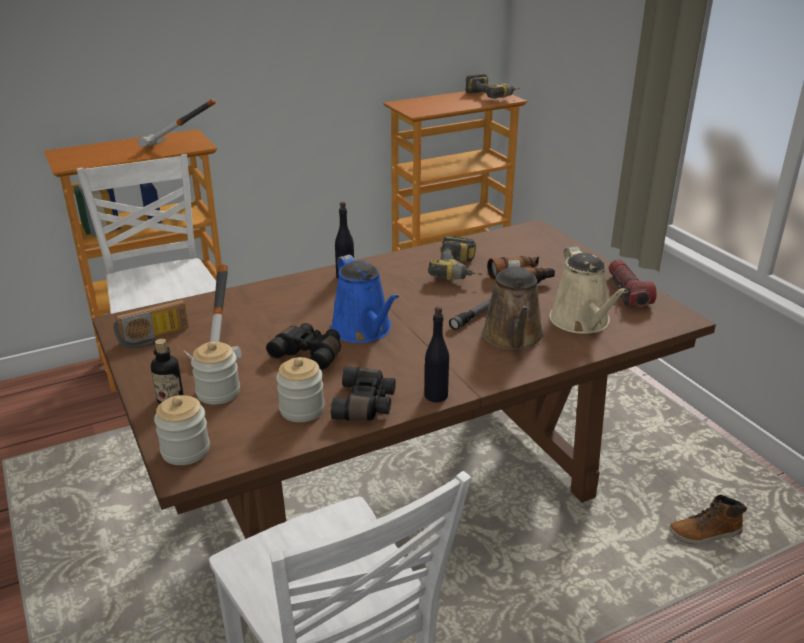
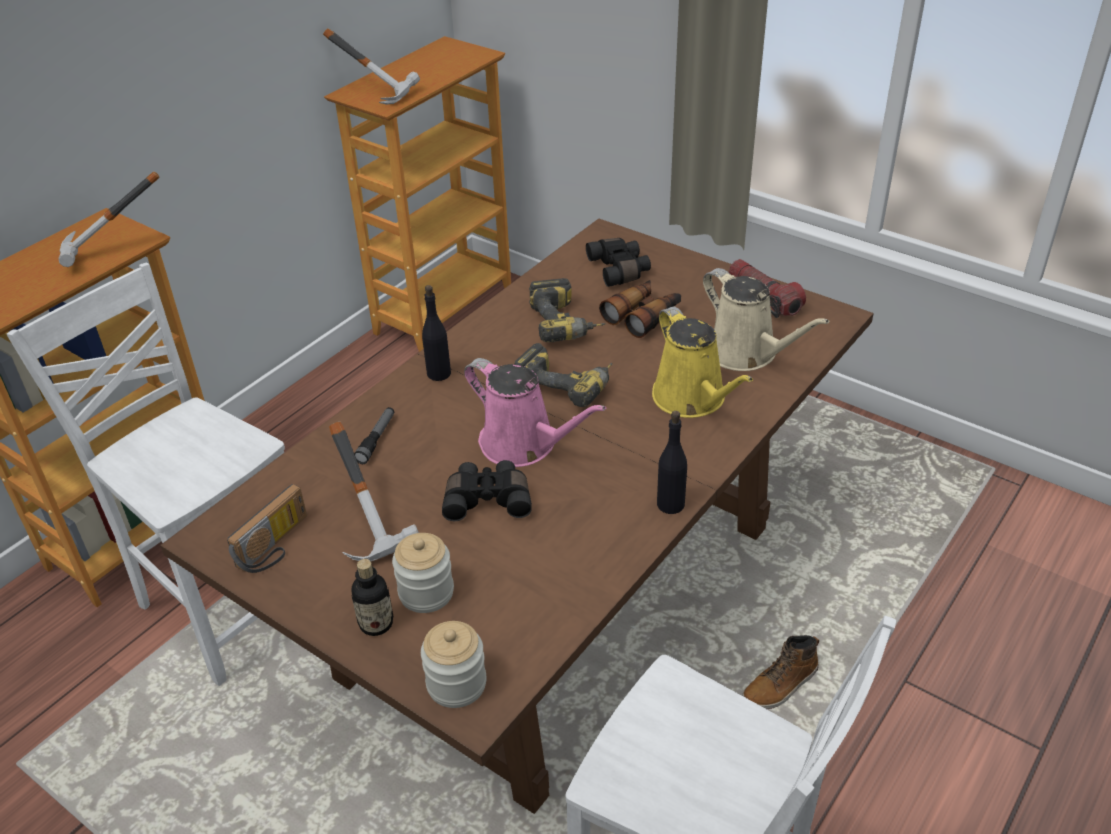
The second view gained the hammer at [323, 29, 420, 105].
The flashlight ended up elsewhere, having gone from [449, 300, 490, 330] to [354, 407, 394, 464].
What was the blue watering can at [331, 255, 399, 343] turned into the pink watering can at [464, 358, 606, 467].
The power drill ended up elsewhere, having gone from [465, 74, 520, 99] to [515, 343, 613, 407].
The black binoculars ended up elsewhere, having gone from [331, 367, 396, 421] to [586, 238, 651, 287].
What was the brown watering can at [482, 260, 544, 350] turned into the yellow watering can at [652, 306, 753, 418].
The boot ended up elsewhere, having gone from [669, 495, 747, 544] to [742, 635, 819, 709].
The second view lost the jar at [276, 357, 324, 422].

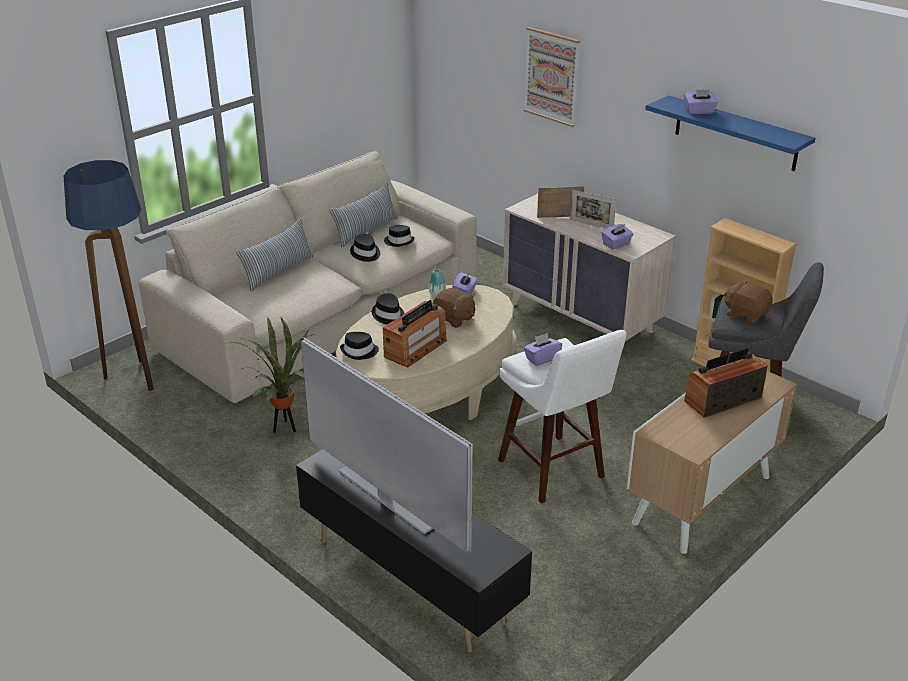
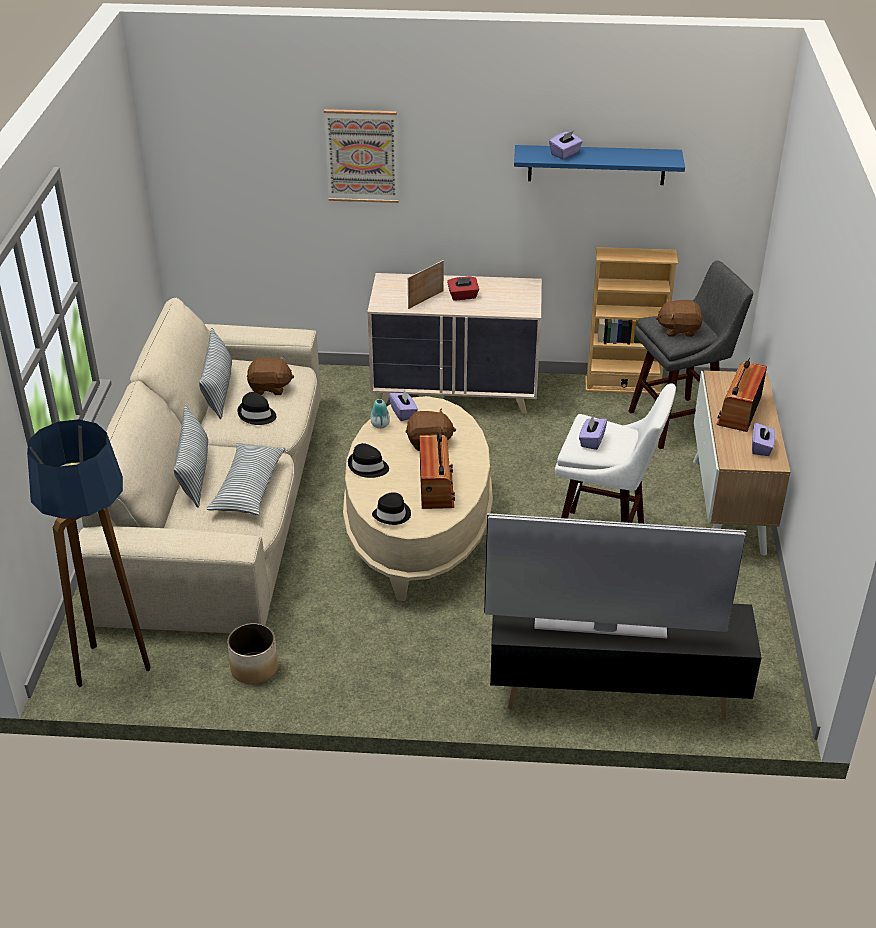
The second view gained the pillow at [207, 443, 286, 515].
The second view gained the planter at [227, 623, 278, 684].
Where the black hat stood at [384, 225, 415, 247], the brown plush toy came to stand at [247, 356, 294, 395].
Where the picture frame stood at [570, 190, 616, 228], the red tissue box came to stand at [447, 277, 479, 300].
The purple tissue box ended up elsewhere, having gone from [602, 224, 633, 249] to [752, 423, 775, 456].
The second view lost the potted plant at [223, 317, 315, 433].

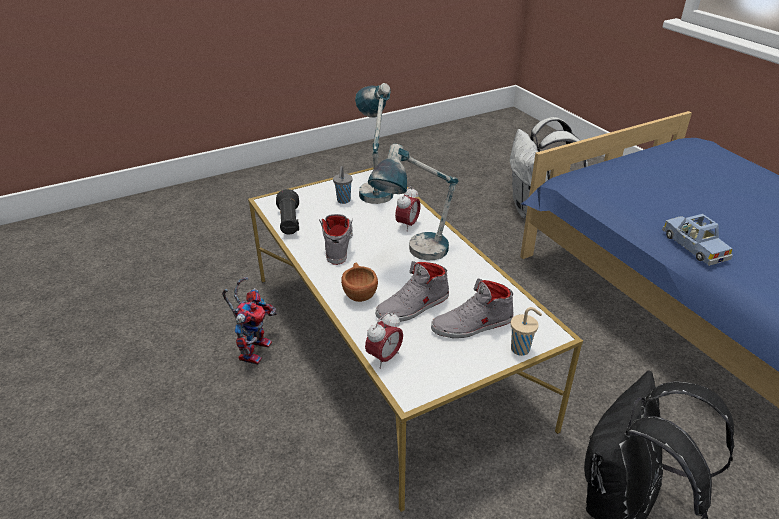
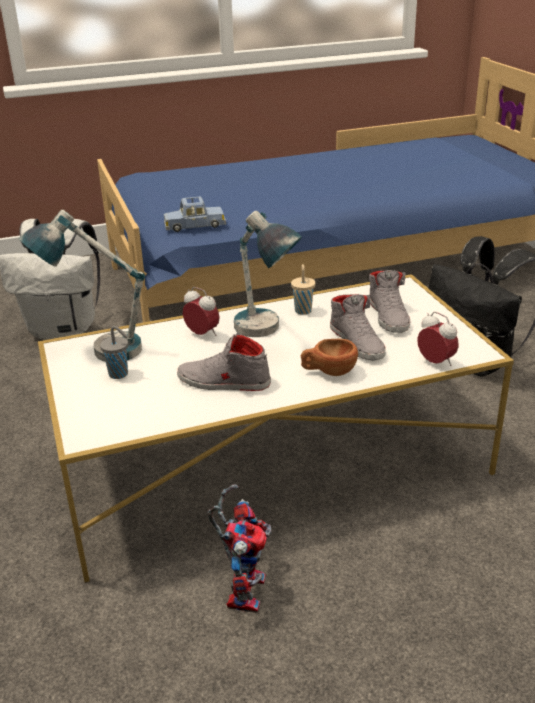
The blue toy car ended up elsewhere, having gone from [662, 214, 733, 266] to [164, 196, 226, 232].
The toy robot at [222, 277, 277, 365] ended up facing another way, 75 degrees clockwise from before.
The beige cup ended up elsewhere, having gone from [511, 307, 542, 356] to [291, 264, 315, 315].
The second view lost the black flashlight at [276, 189, 299, 235].

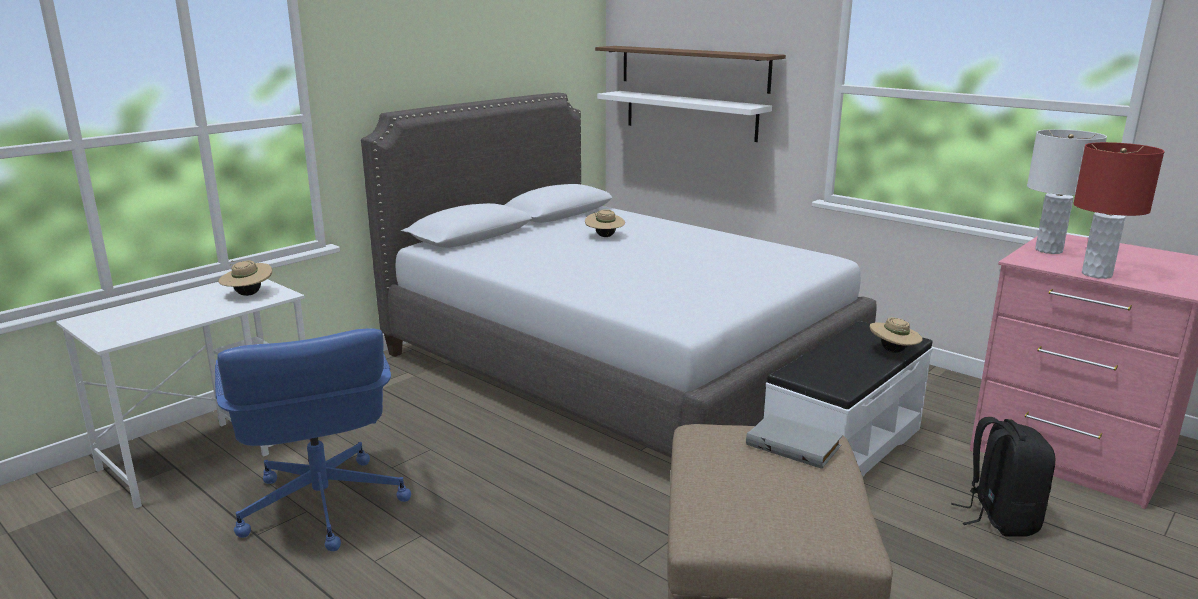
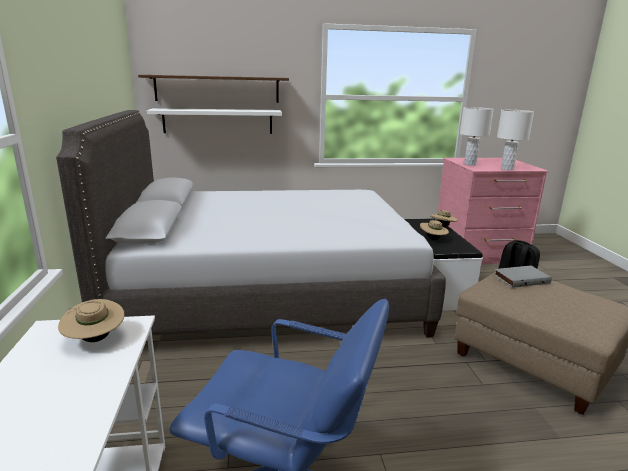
The beige hat ended up elsewhere, having gone from [585, 209, 625, 237] to [420, 220, 449, 240].
What was the red table lamp at [1073, 142, 1164, 279] turned into the white table lamp at [497, 110, 534, 170].

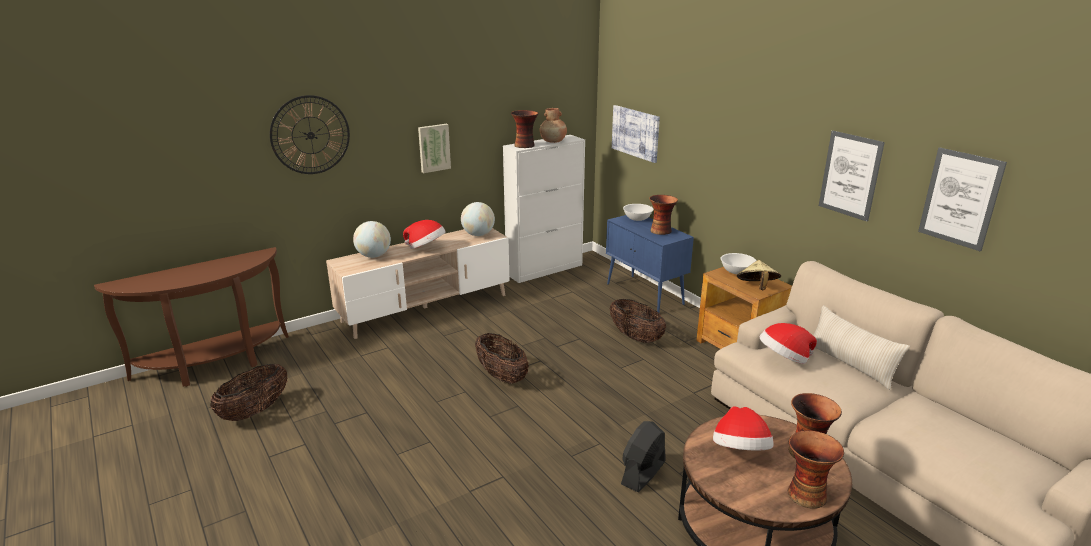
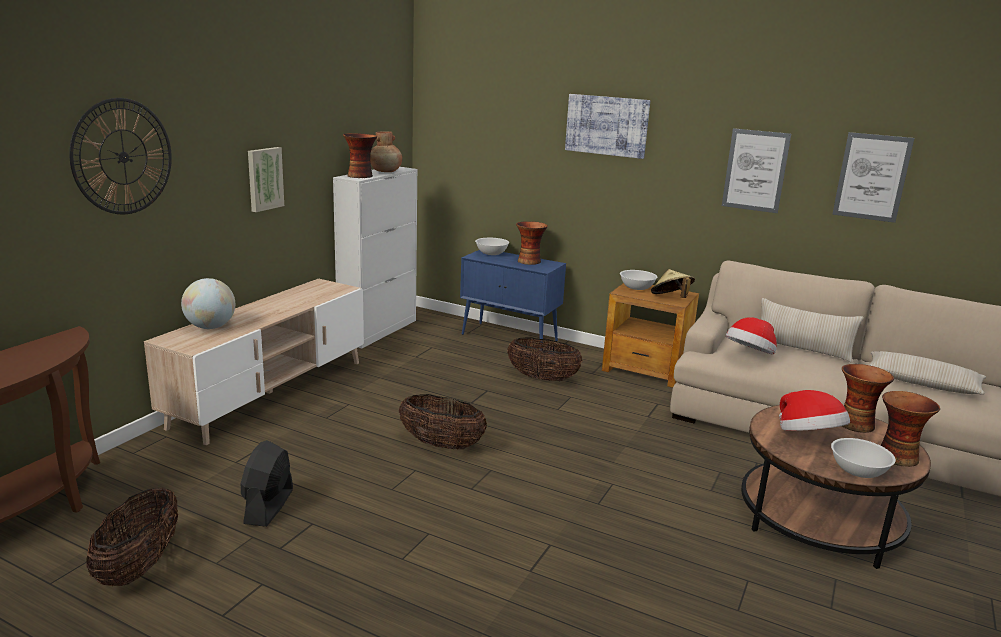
The black fan ended up elsewhere, having gone from [621, 421, 665, 492] to [241, 440, 293, 527].
The picture ended up elsewhere, having gone from [612, 105, 660, 163] to [565, 94, 650, 159].
The second view gained the white bowl at [831, 438, 896, 478].
The second view gained the beige pillow at [869, 351, 986, 395].
The second view lost the hat at [403, 220, 445, 249].
The second view lost the globe at [461, 202, 495, 236].

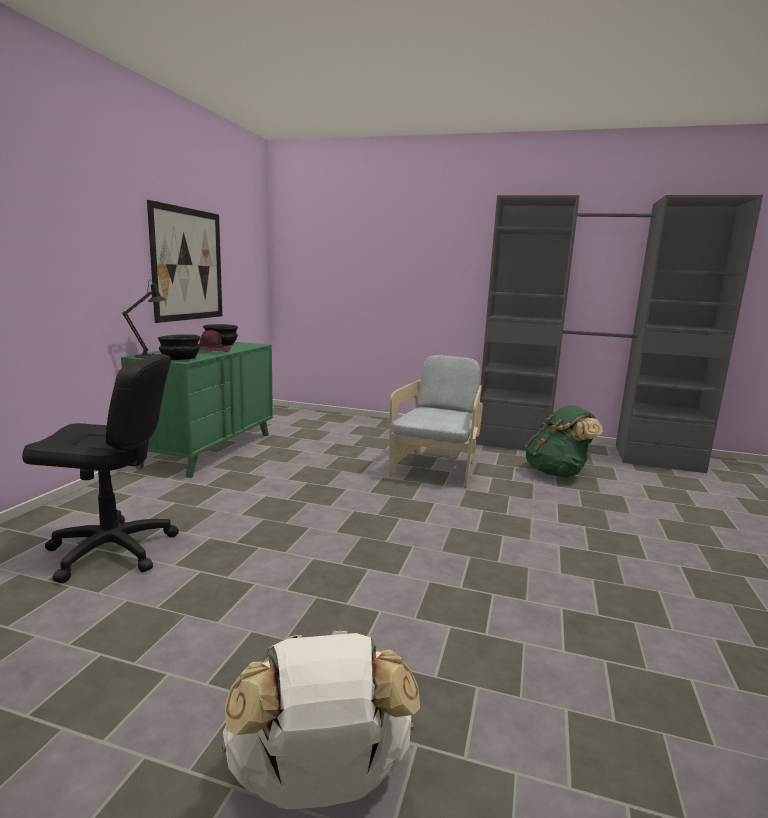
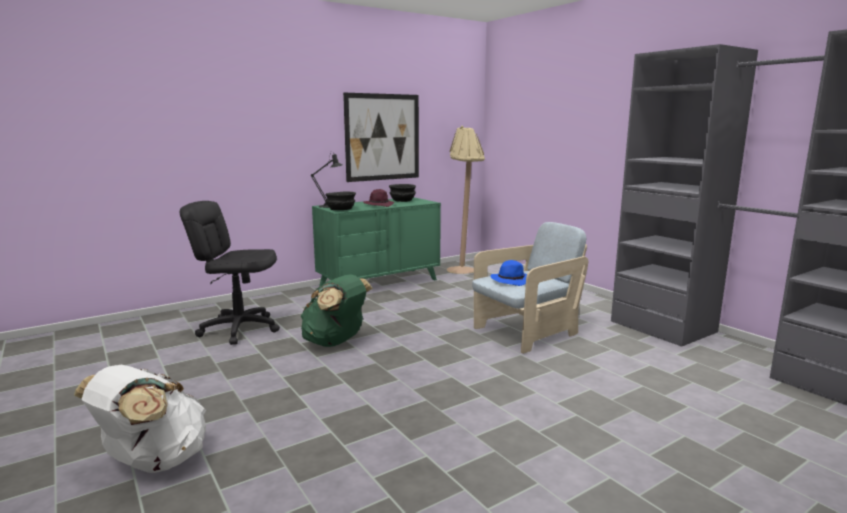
The black office chair at [22, 354, 179, 583] ended up facing another way, 150 degrees clockwise from before.
The green backpack ended up elsewhere, having gone from [525, 405, 603, 478] to [301, 274, 373, 347].
The second view gained the beige floor lamp at [447, 126, 485, 274].
The second view gained the blue hat at [490, 260, 527, 286].

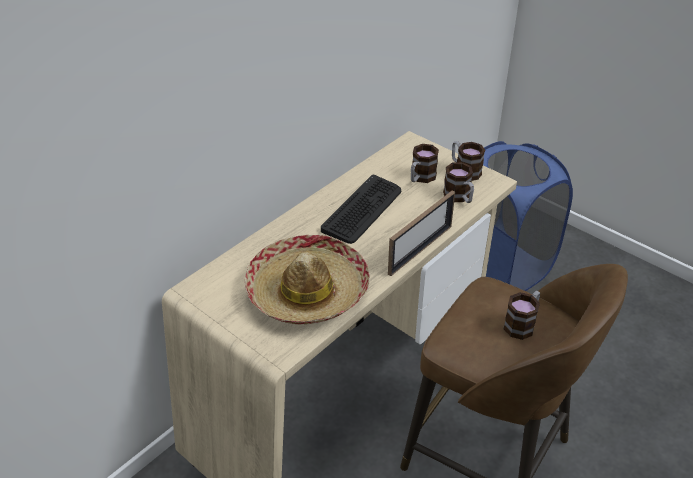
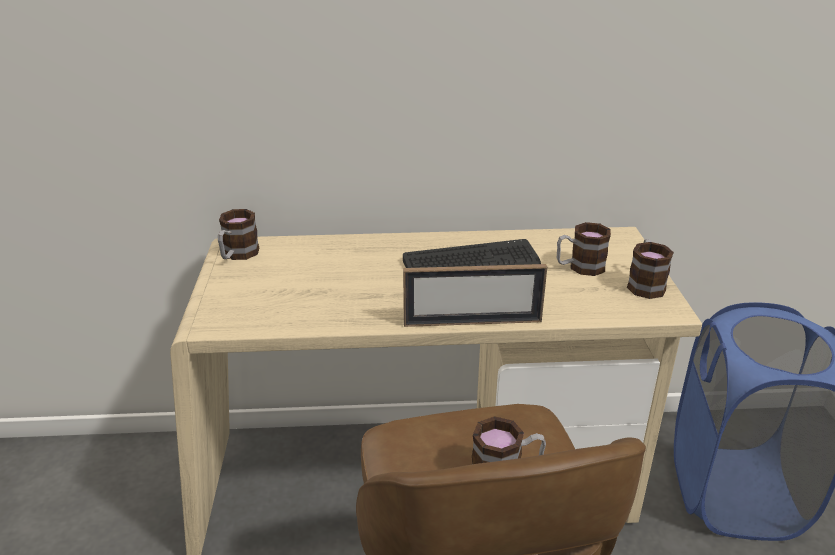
The mug ended up elsewhere, having gone from [443, 162, 474, 203] to [218, 209, 259, 260].
The second view lost the hat at [245, 235, 370, 325].

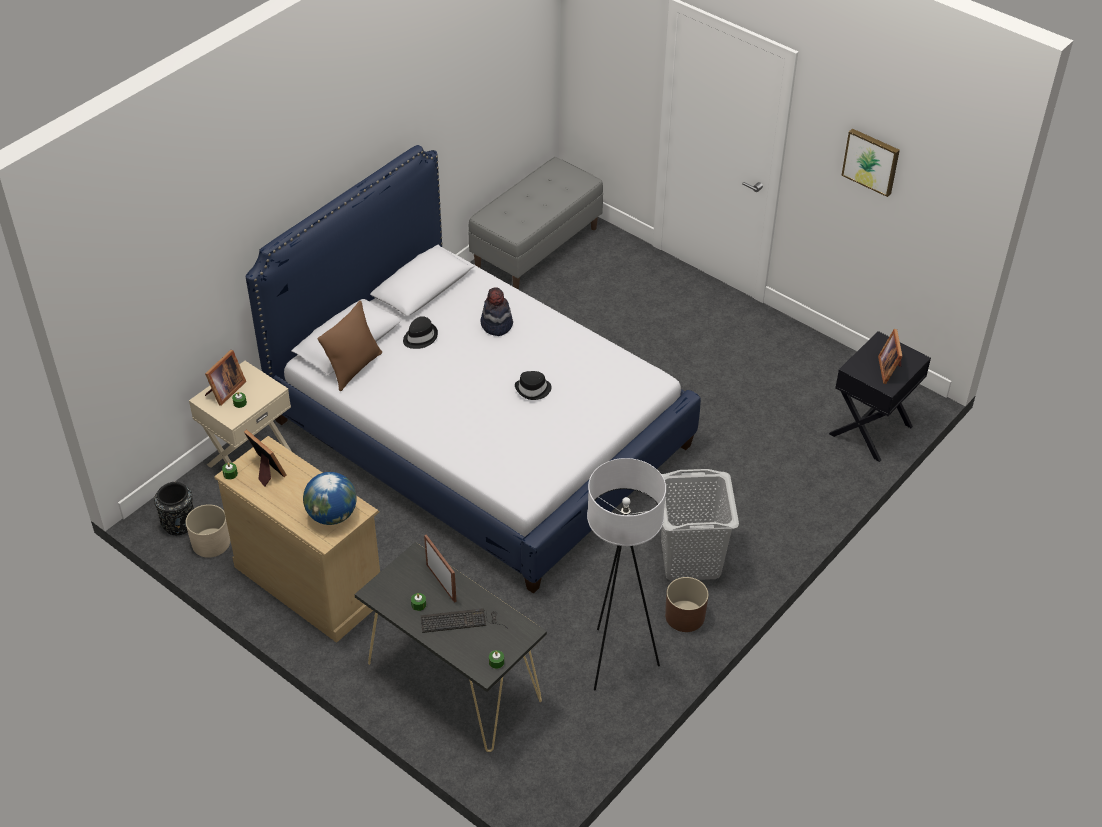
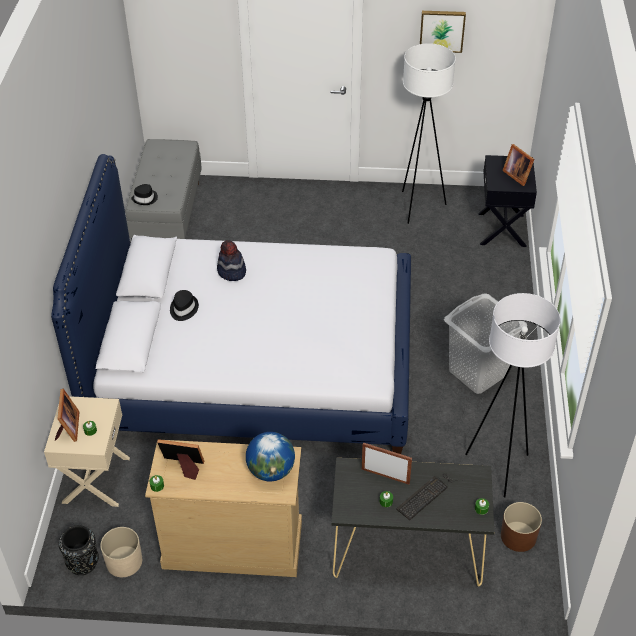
The black hat ended up elsewhere, having gone from [515, 371, 552, 400] to [131, 184, 158, 205].
The second view gained the white floor lamp at [402, 43, 456, 224].
The brown planter ended up elsewhere, having gone from [665, 577, 709, 632] to [501, 502, 542, 552].
The second view lost the brown pillow at [318, 300, 382, 391].

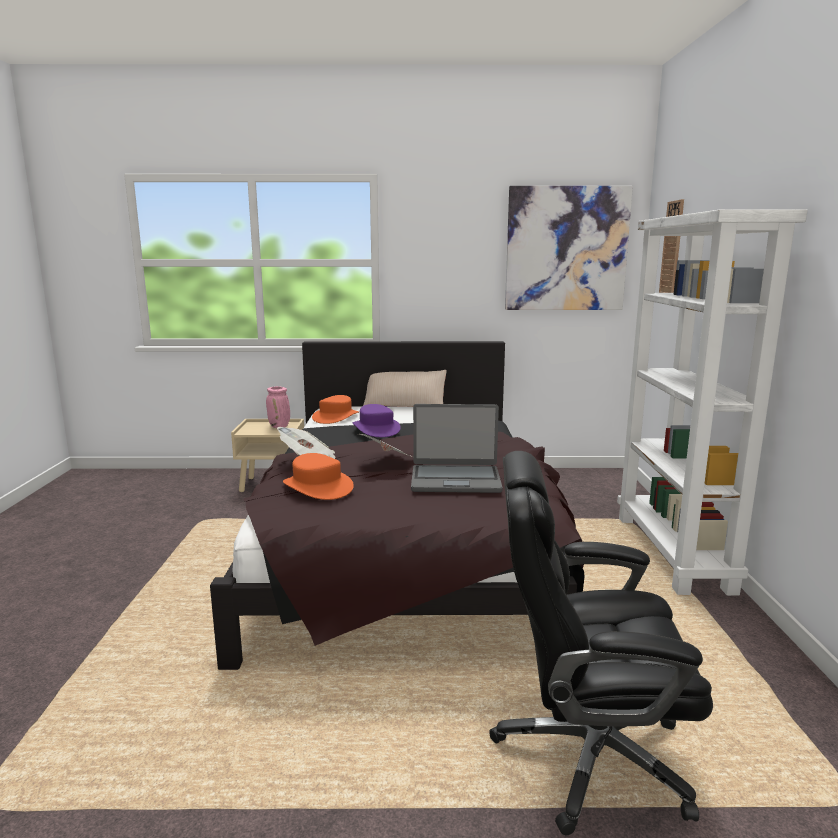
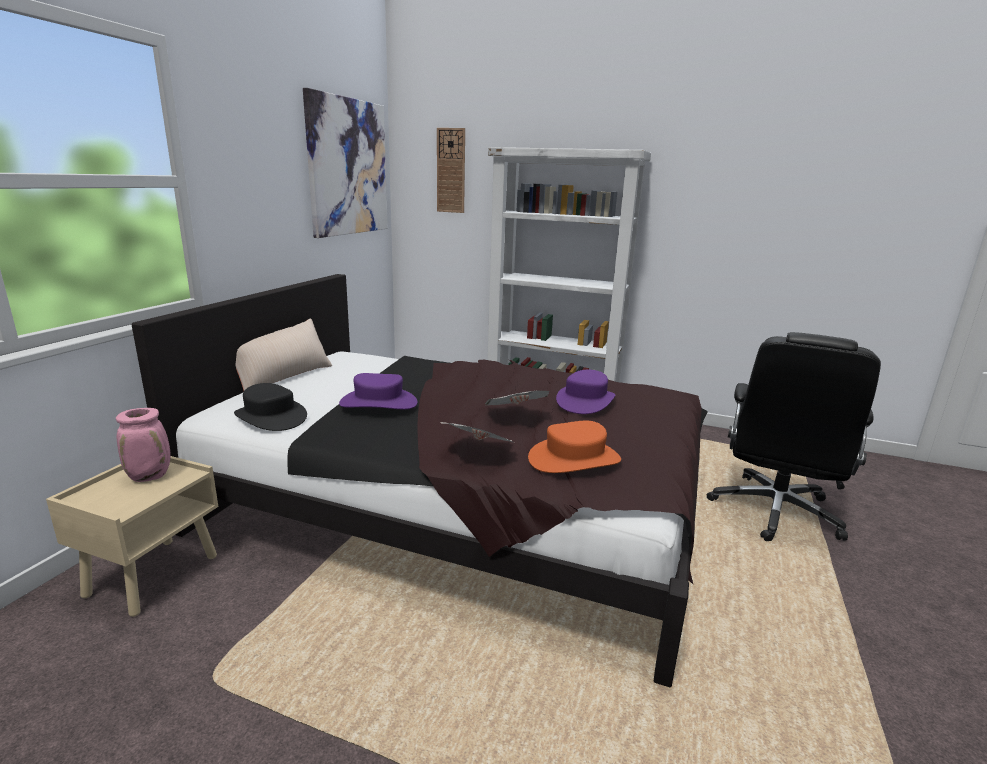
What was the orange hat at [312, 395, 359, 424] turned into the black hat at [234, 383, 307, 431].
Where the laptop stood at [411, 404, 503, 493], the purple hat came to stand at [556, 370, 615, 414].

